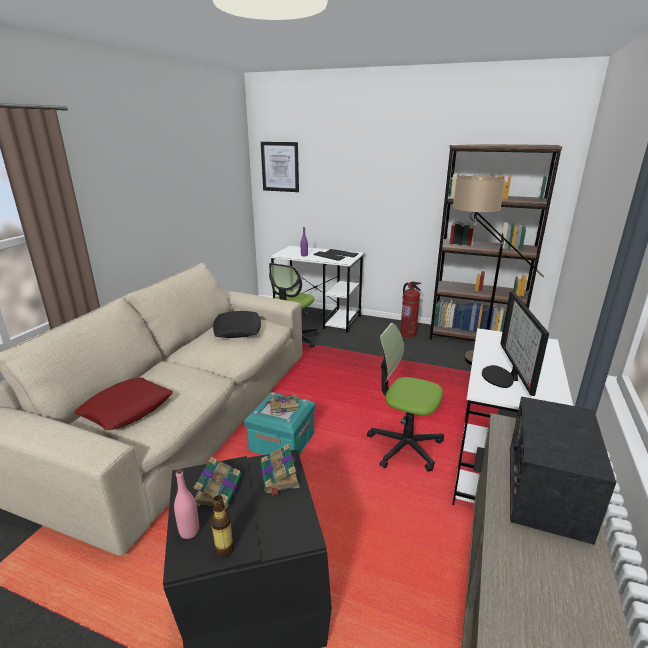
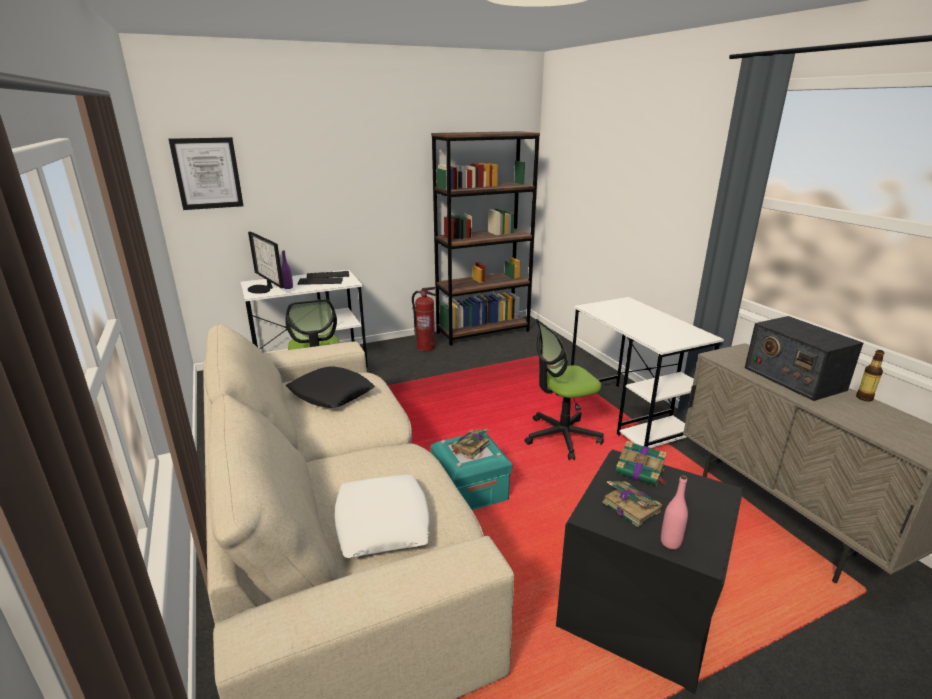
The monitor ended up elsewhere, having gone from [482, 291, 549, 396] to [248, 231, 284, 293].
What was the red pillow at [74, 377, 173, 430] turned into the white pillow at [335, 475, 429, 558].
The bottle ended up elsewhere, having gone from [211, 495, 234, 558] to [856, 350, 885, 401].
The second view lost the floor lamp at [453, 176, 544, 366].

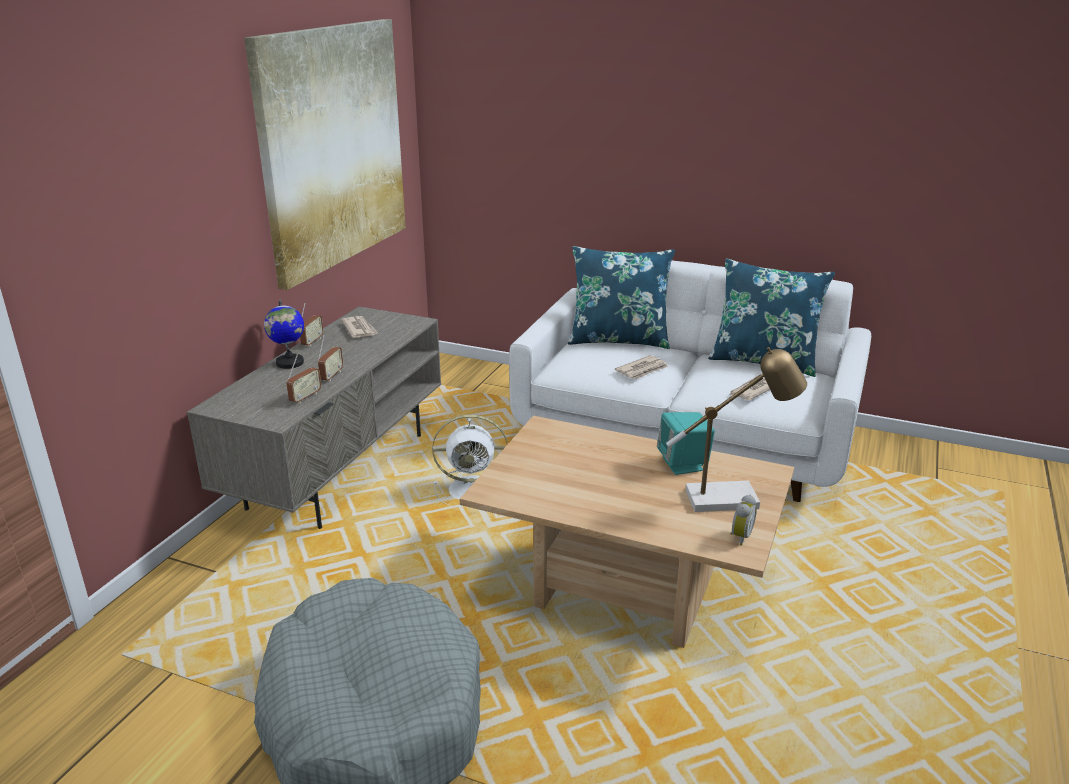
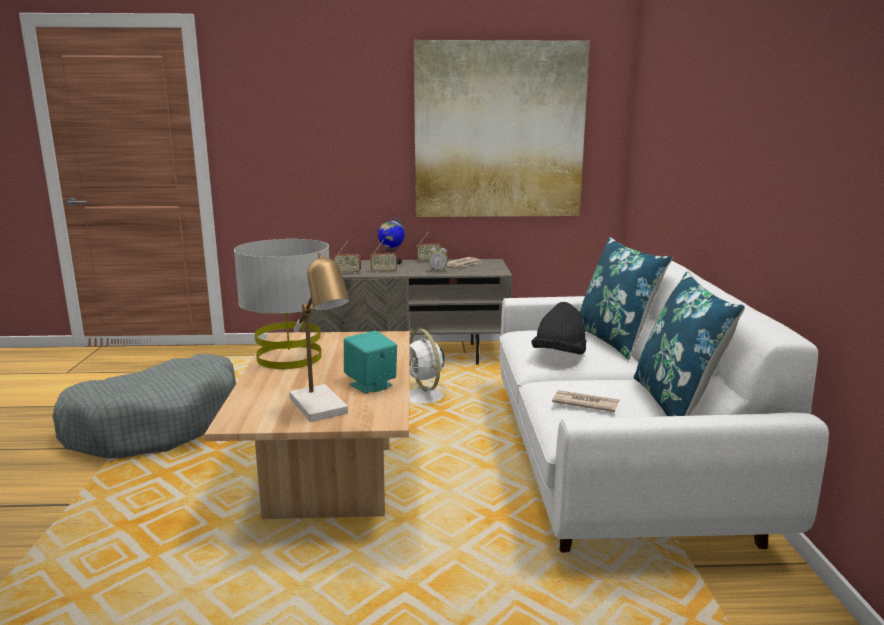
The second view gained the grey table lamp at [234, 239, 329, 369].
The alarm clock ended up elsewhere, having gone from [730, 495, 757, 546] to [429, 248, 448, 272].
Where the newspaper stood at [615, 355, 668, 379], the black hat came to stand at [531, 302, 586, 355].

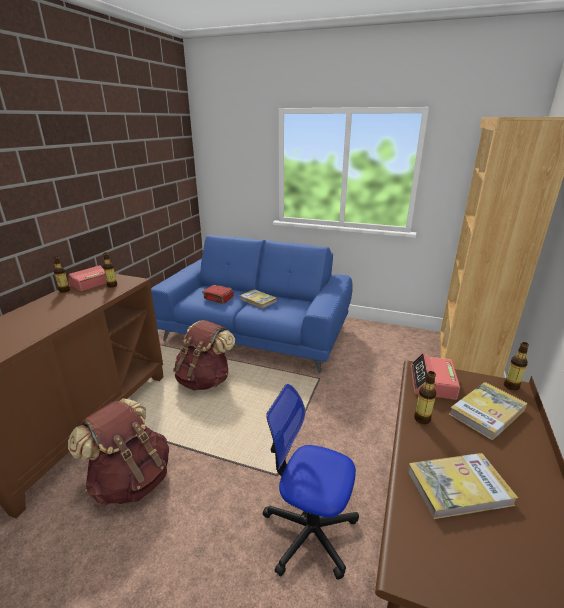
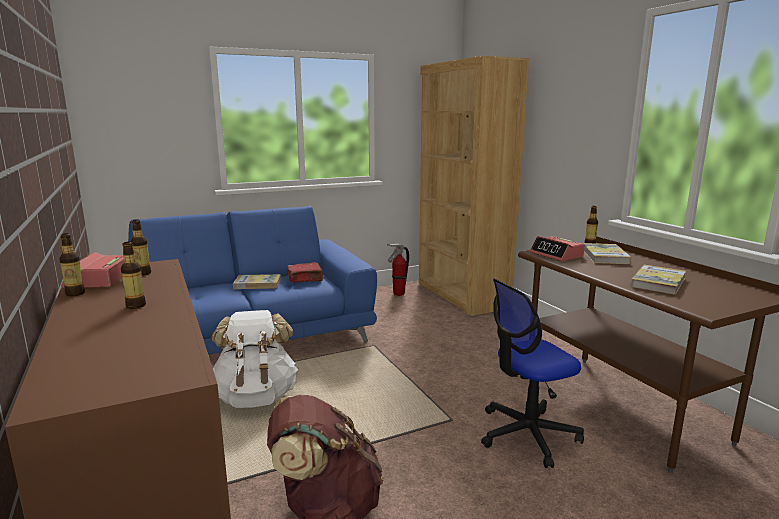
The bottle ended up elsewhere, having gone from [414, 371, 436, 424] to [121, 242, 146, 309].
What was the brown backpack at [173, 320, 235, 391] turned into the white backpack at [211, 310, 299, 408].
The red book ended up elsewhere, having gone from [202, 285, 233, 304] to [287, 262, 323, 283].
The second view gained the fire extinguisher at [387, 244, 409, 296].

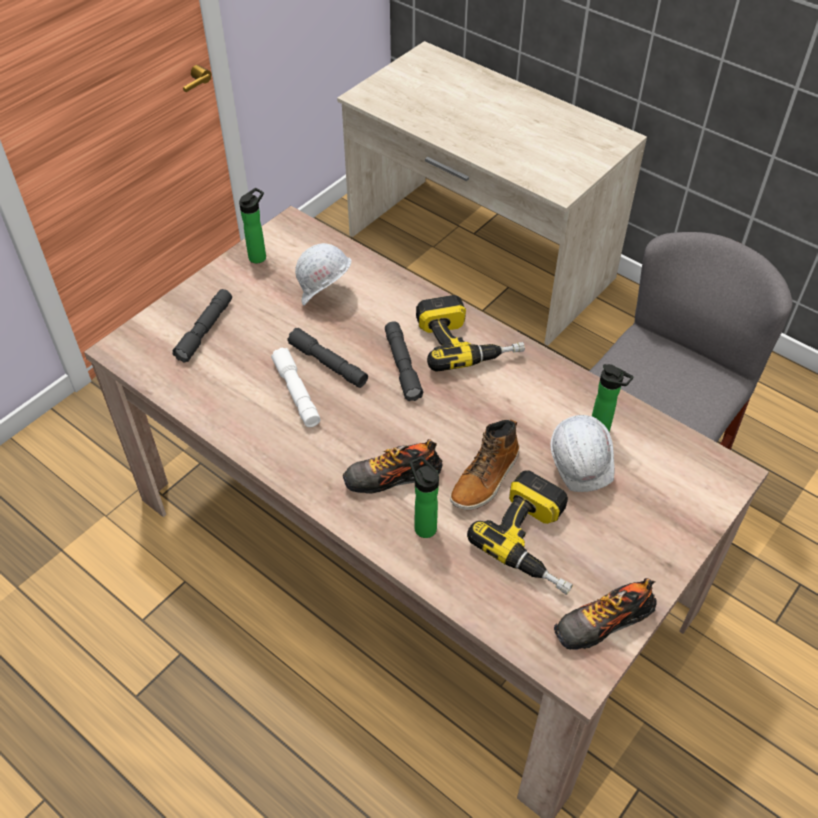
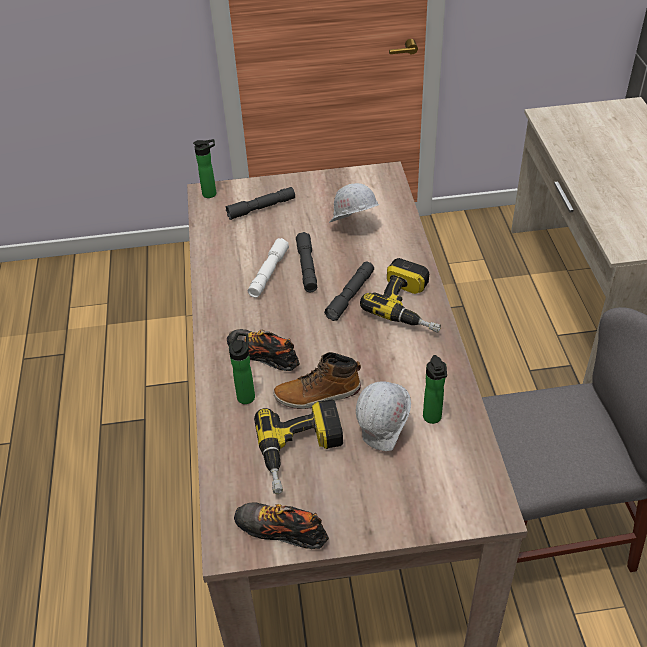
The bottle ended up elsewhere, having gone from [239, 188, 266, 263] to [193, 139, 216, 198].

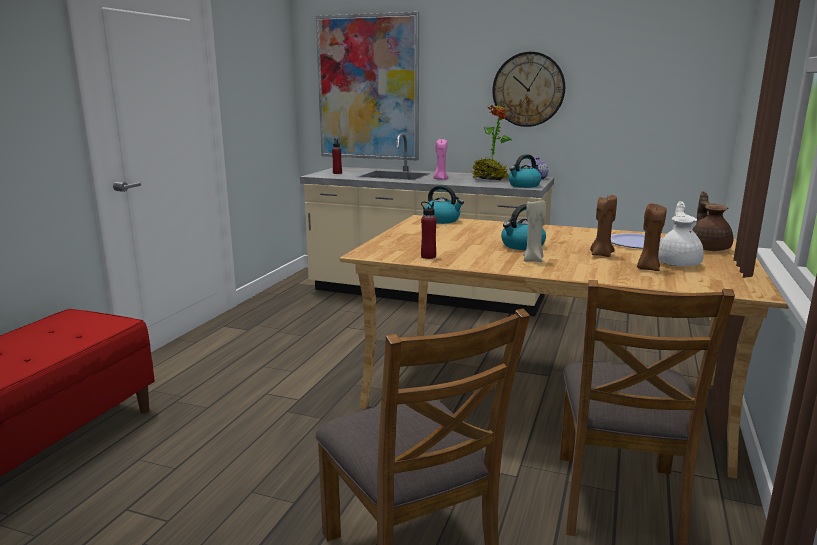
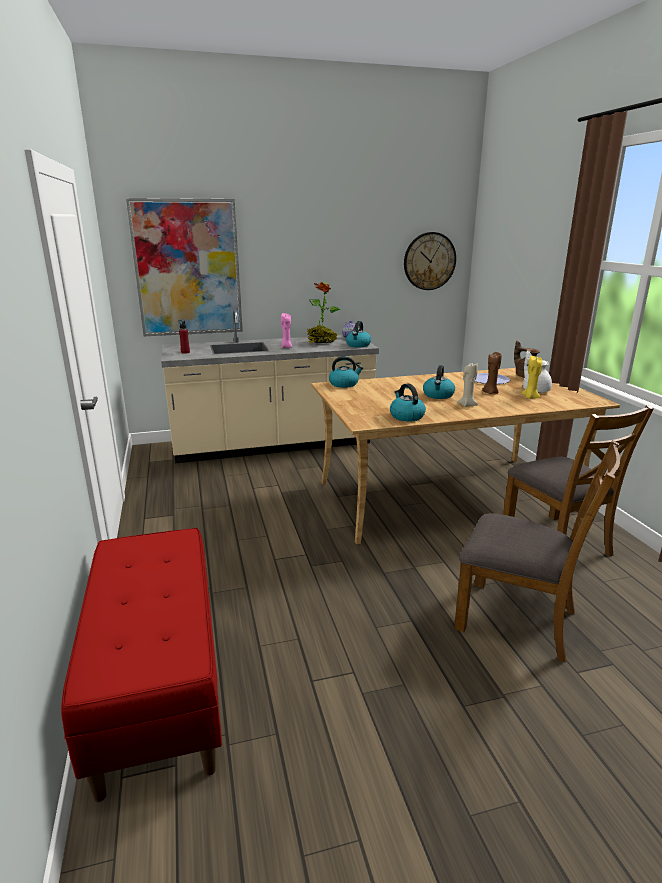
Where the red bottle stood at [421, 202, 437, 259], the kettle came to stand at [390, 383, 426, 422].
The wall clock ended up elsewhere, having gone from [492, 52, 565, 127] to [404, 232, 456, 290].
What was the brown candle at [637, 203, 667, 271] turned into the yellow candle at [522, 356, 542, 399].

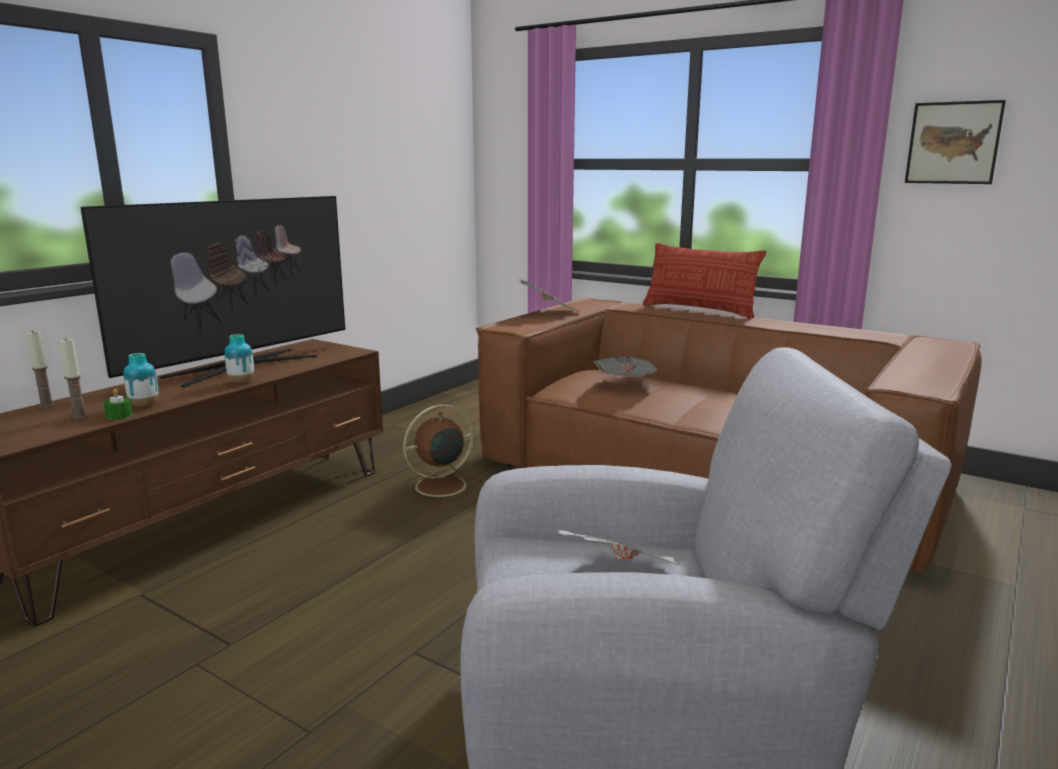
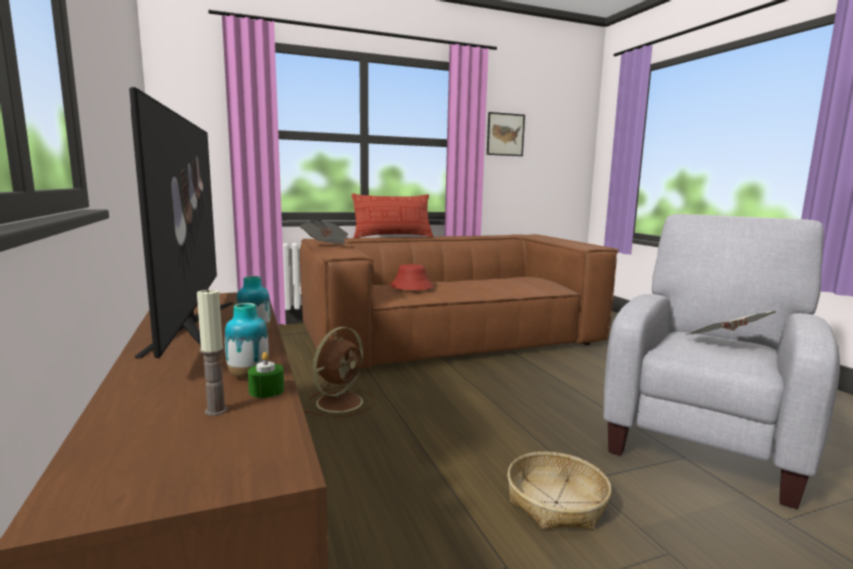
The brown fan at [402, 404, 482, 504] ended up facing another way, 150 degrees counterclockwise from before.
Where the newspaper stood at [593, 357, 658, 377], the red hat came to stand at [390, 264, 434, 290].
The second view gained the basket at [507, 452, 612, 530].
The second view lost the candle at [26, 330, 54, 408].

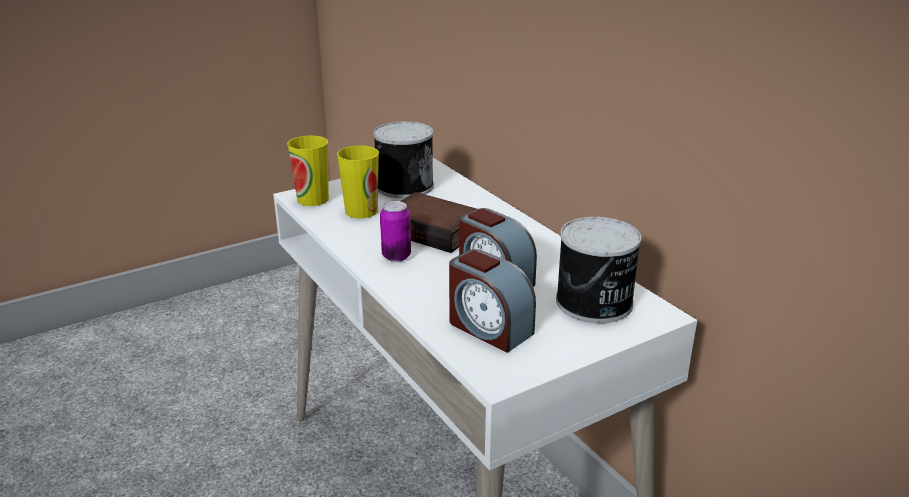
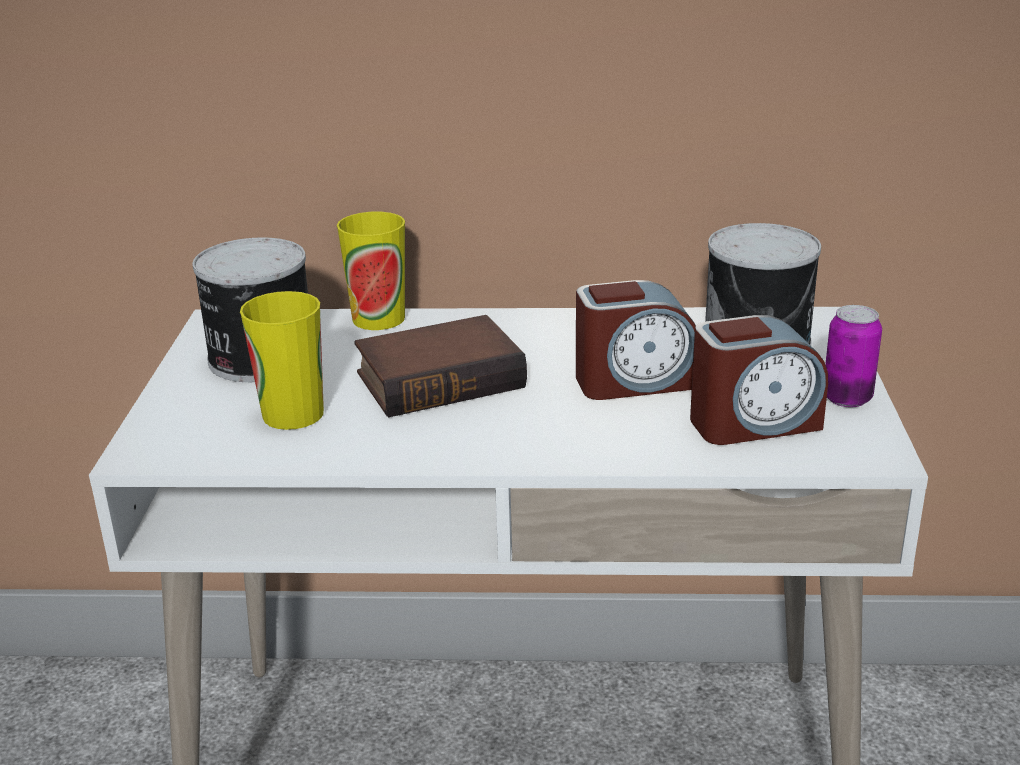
The cup ended up elsewhere, having gone from [287, 136, 329, 206] to [337, 212, 405, 330].
The can ended up elsewhere, having gone from [380, 201, 411, 262] to [825, 305, 882, 407].

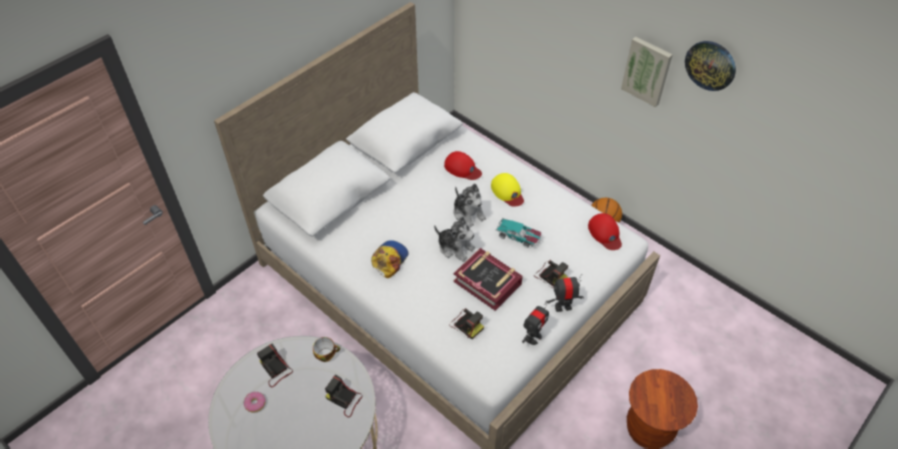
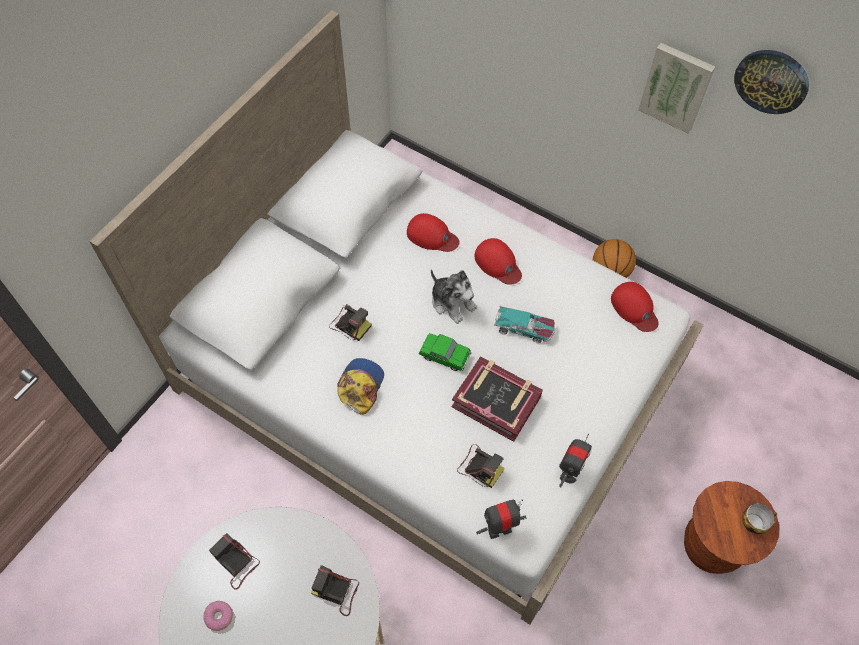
The photo camera ended up elsewhere, having gone from [534, 260, 568, 288] to [329, 304, 371, 341].
Where the plush toy stood at [434, 217, 475, 262], the toy car came to stand at [419, 333, 471, 371].
What was the yellow cap at [491, 173, 524, 207] turned into the red cap at [475, 238, 522, 285].
The toy robot ended up elsewhere, having gone from [547, 274, 584, 312] to [476, 499, 526, 539].
The cup ended up elsewhere, having gone from [313, 337, 340, 362] to [742, 503, 777, 534].

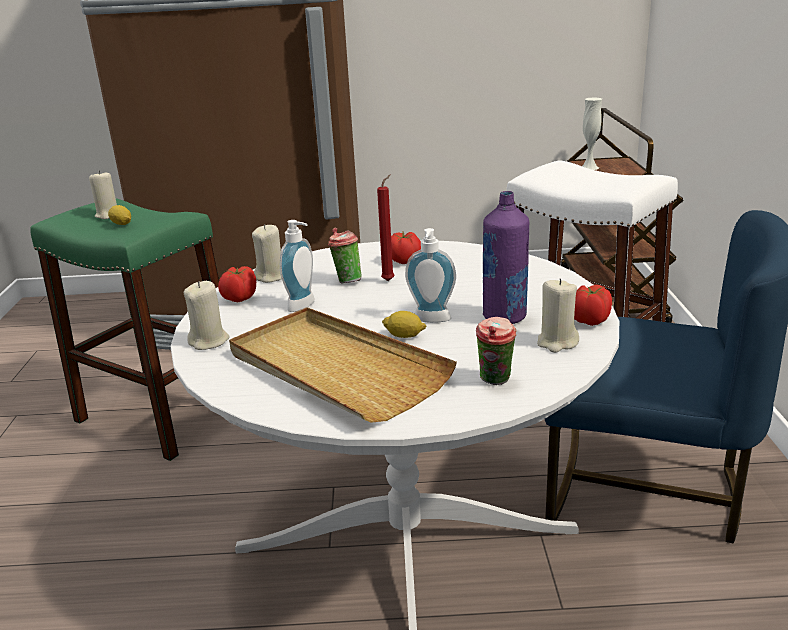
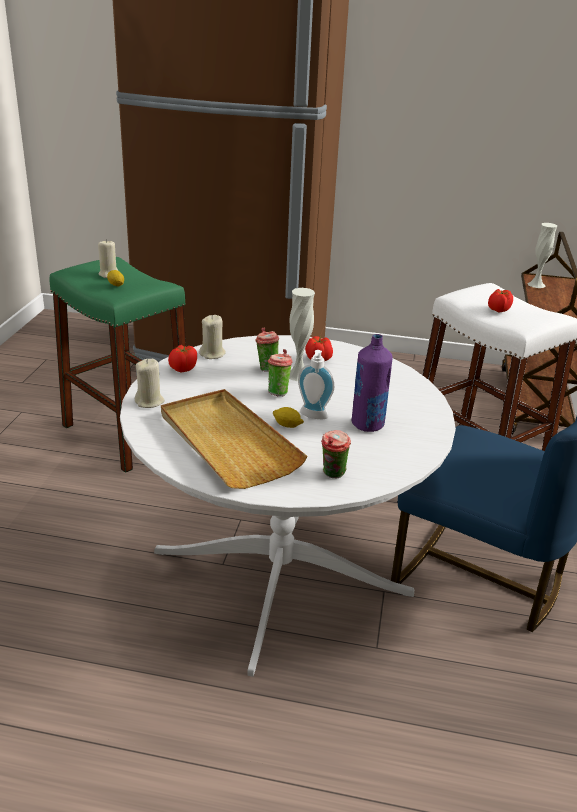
The second view gained the cup at [268, 349, 293, 396].
Where the red candle stood at [377, 174, 394, 281], the white vase came to stand at [289, 288, 315, 381].
The tomato ended up elsewhere, having gone from [574, 285, 612, 326] to [488, 289, 513, 312].
The second view lost the soap dispenser at [280, 220, 315, 312].
The second view lost the beige candle at [537, 279, 579, 353].

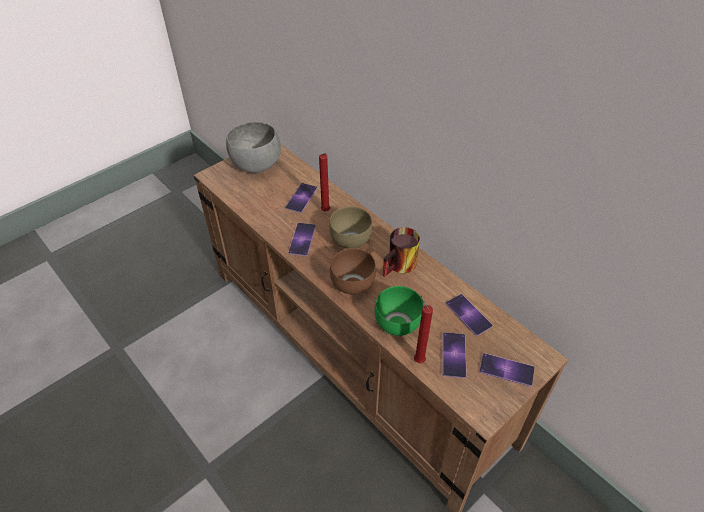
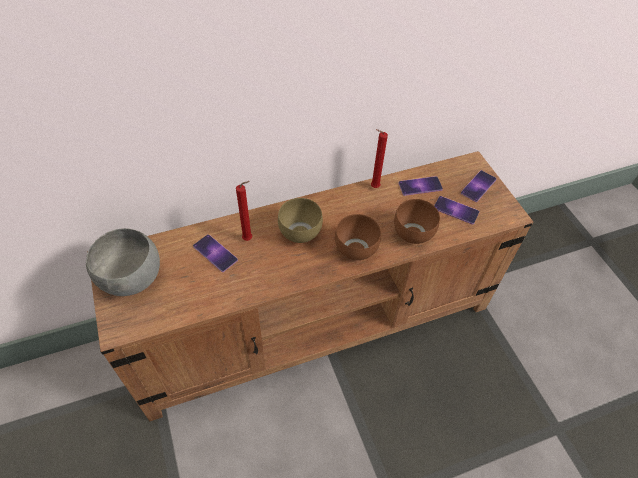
The red candle ended up elsewhere, having gone from [414, 296, 433, 363] to [371, 129, 388, 188].
What was the green bowl at [374, 286, 424, 336] turned into the brown bowl at [394, 199, 440, 244].
The second view lost the phone at [288, 223, 316, 256].
The second view lost the mug at [383, 227, 420, 277].

